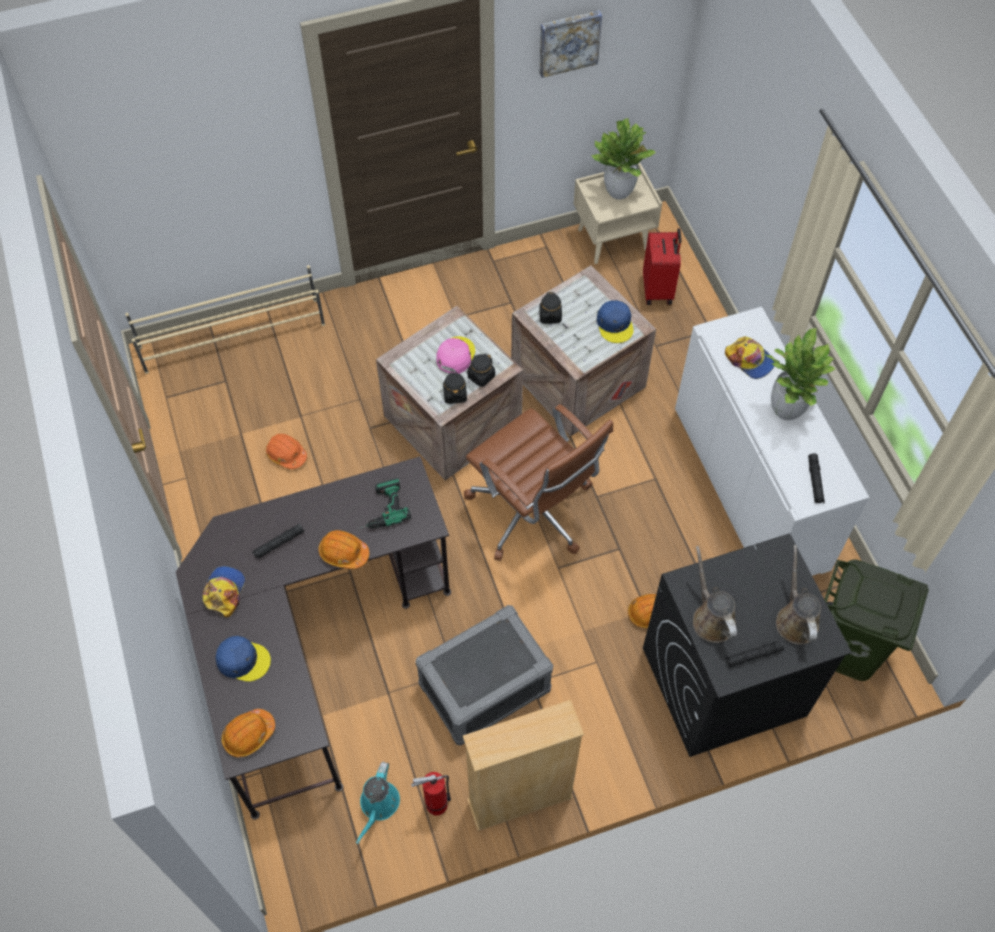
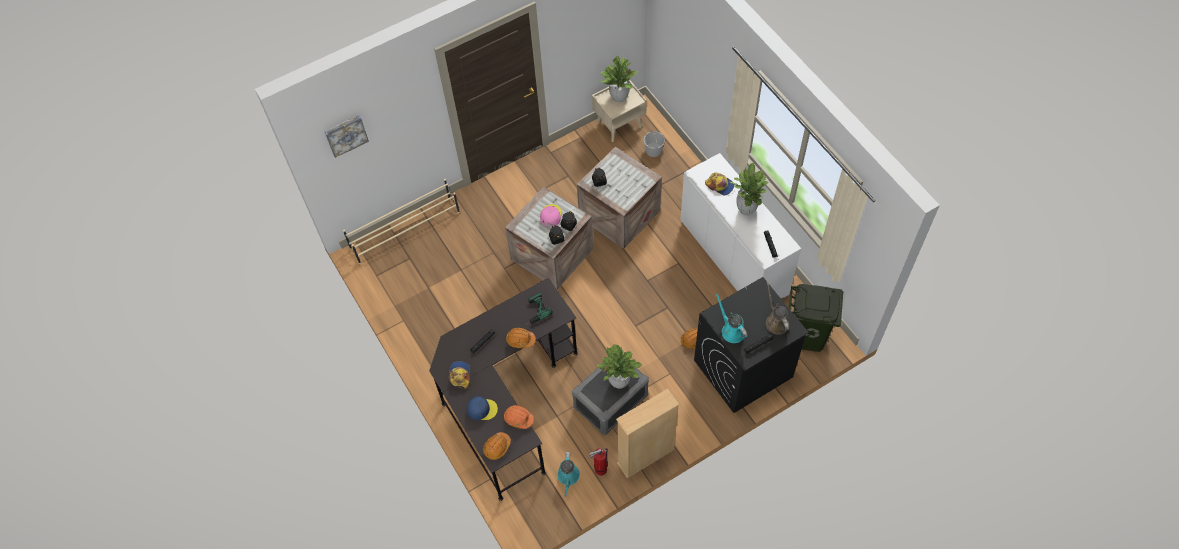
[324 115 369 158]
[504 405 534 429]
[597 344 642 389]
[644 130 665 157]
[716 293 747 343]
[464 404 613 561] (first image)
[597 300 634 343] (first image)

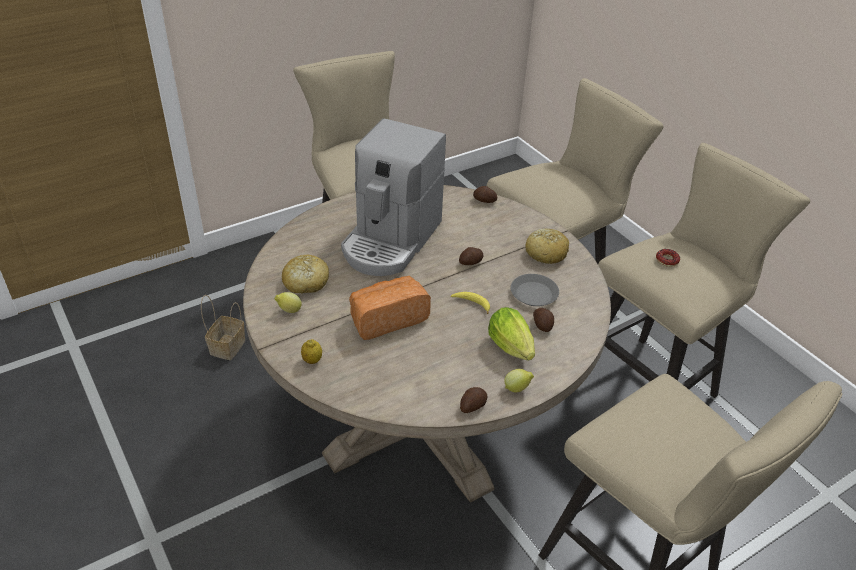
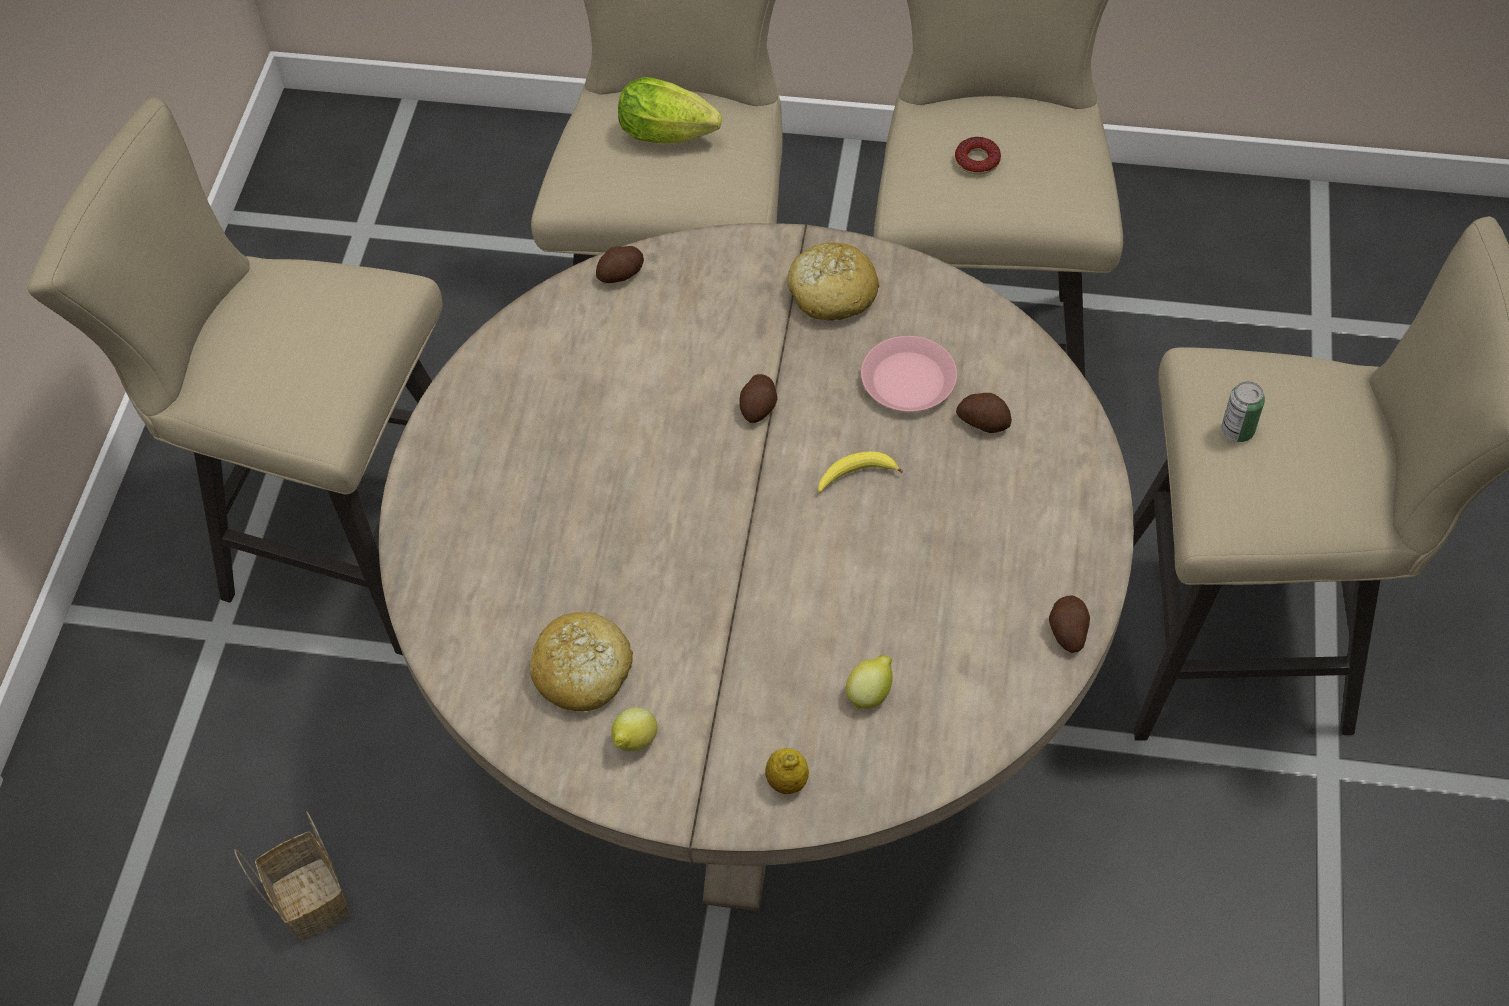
[618 77 722 144]
[846 655 893 710]
[861 336 957 412]
[1221 381 1265 442]
[341 118 446 276] (first image)
[349 276 431 340] (first image)

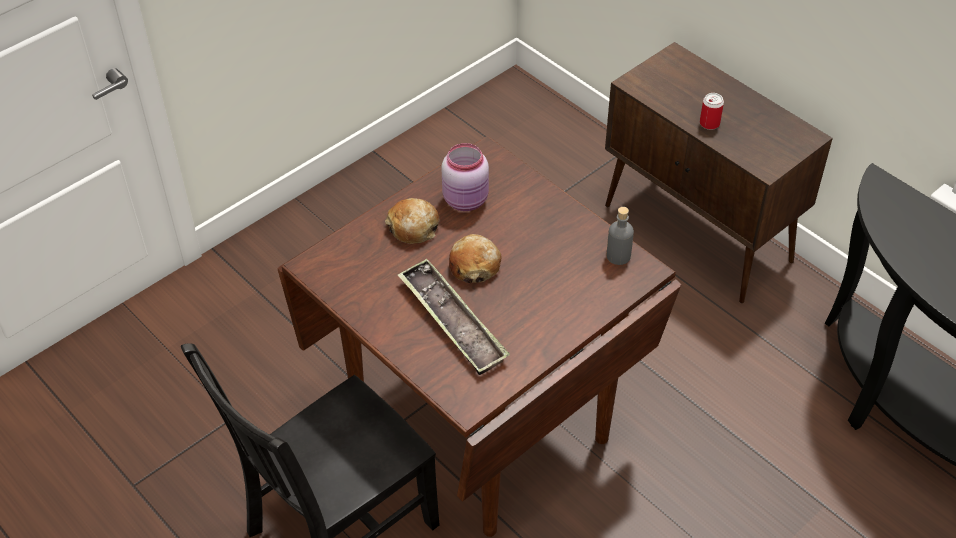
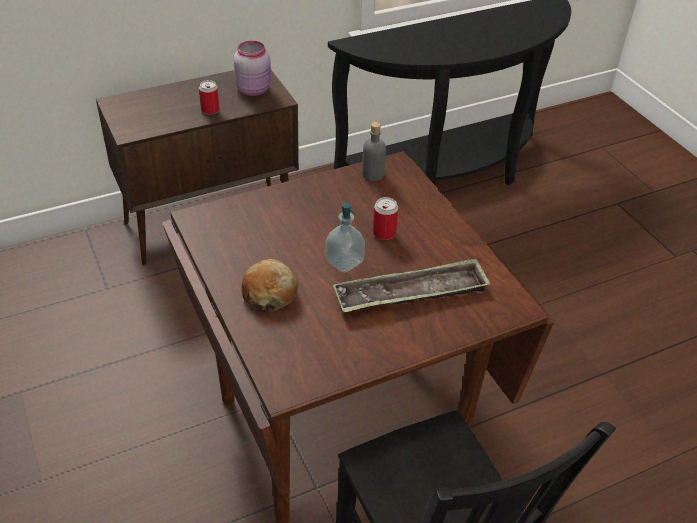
[234 41 271 96]
[325 202 365 273]
[373 197 398 240]

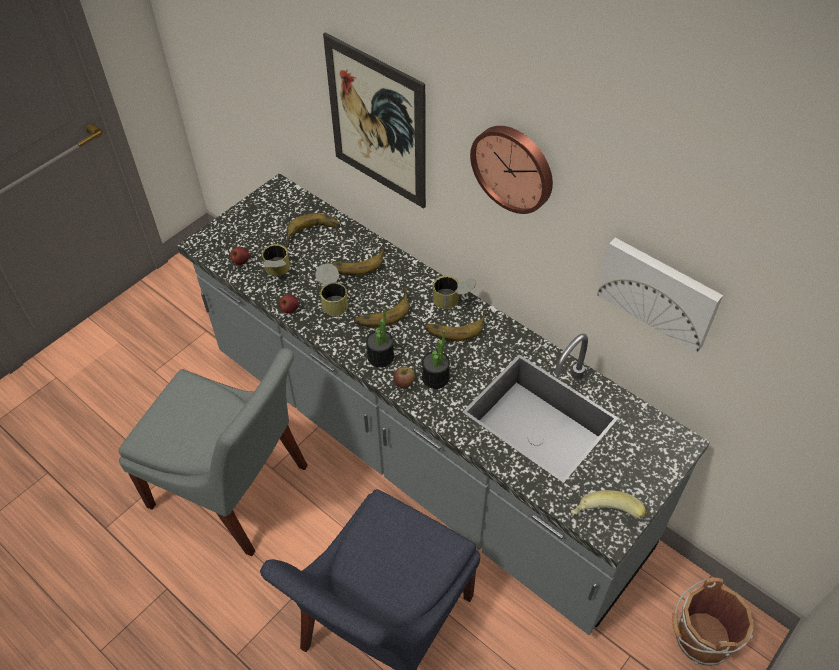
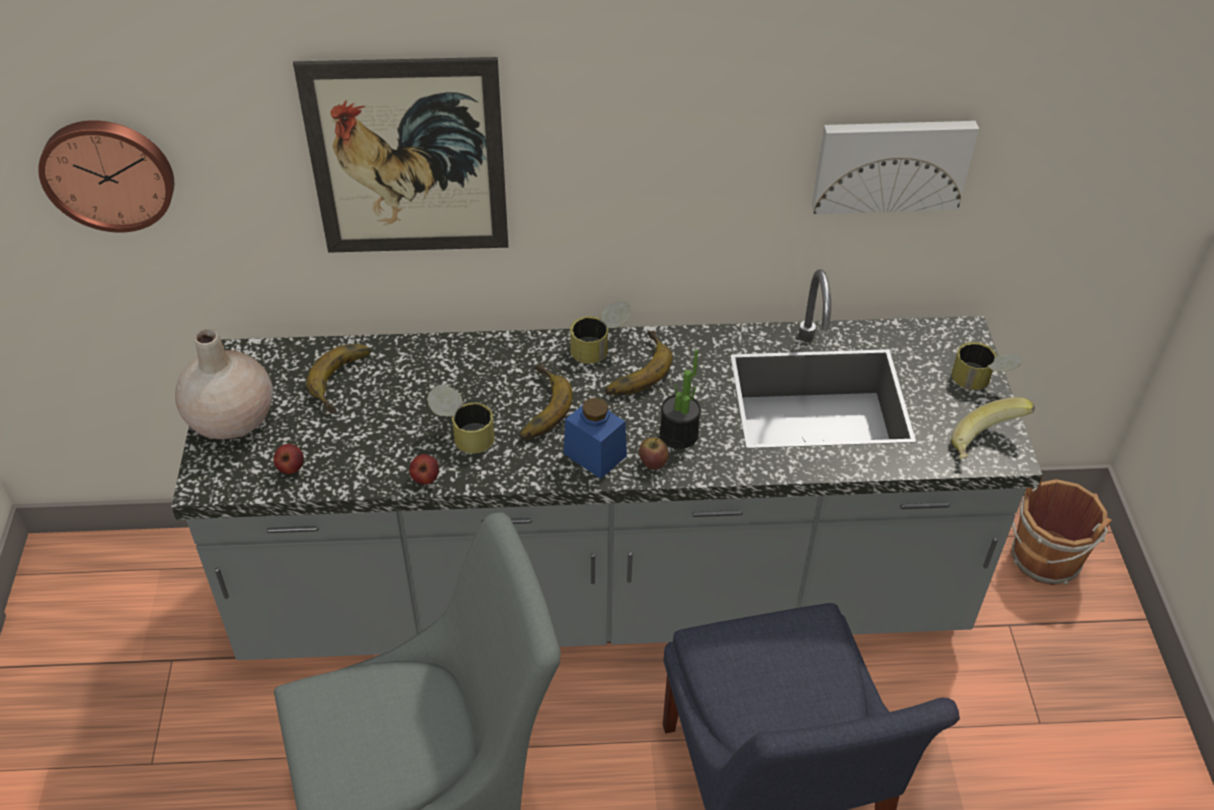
[38 120 174 233]
[175 329 273 439]
[563 397 627 479]
[951 342 1024 390]
[330 245 386 276] (first image)

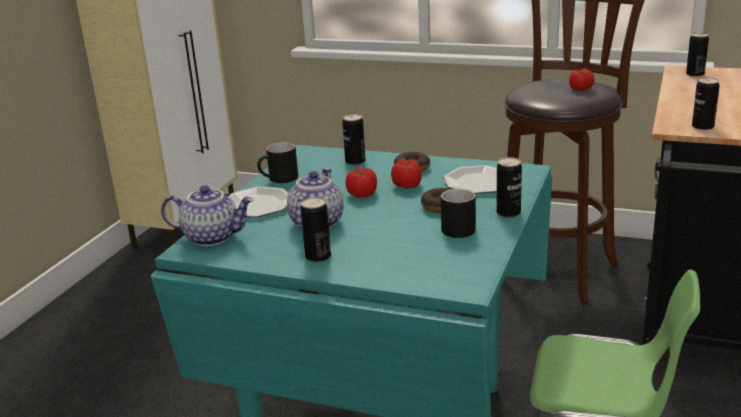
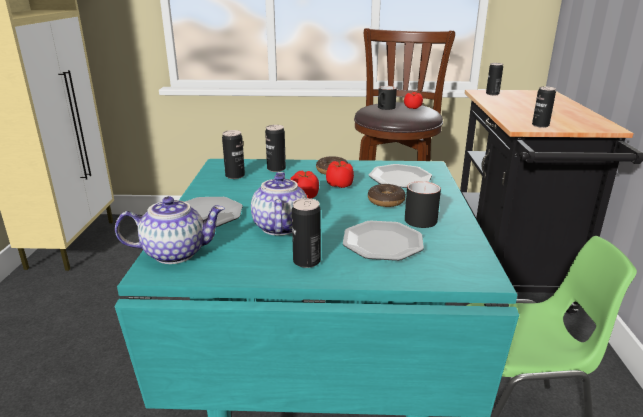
[222 130 245 179]
[343 221 424 261]
[378 86 397 110]

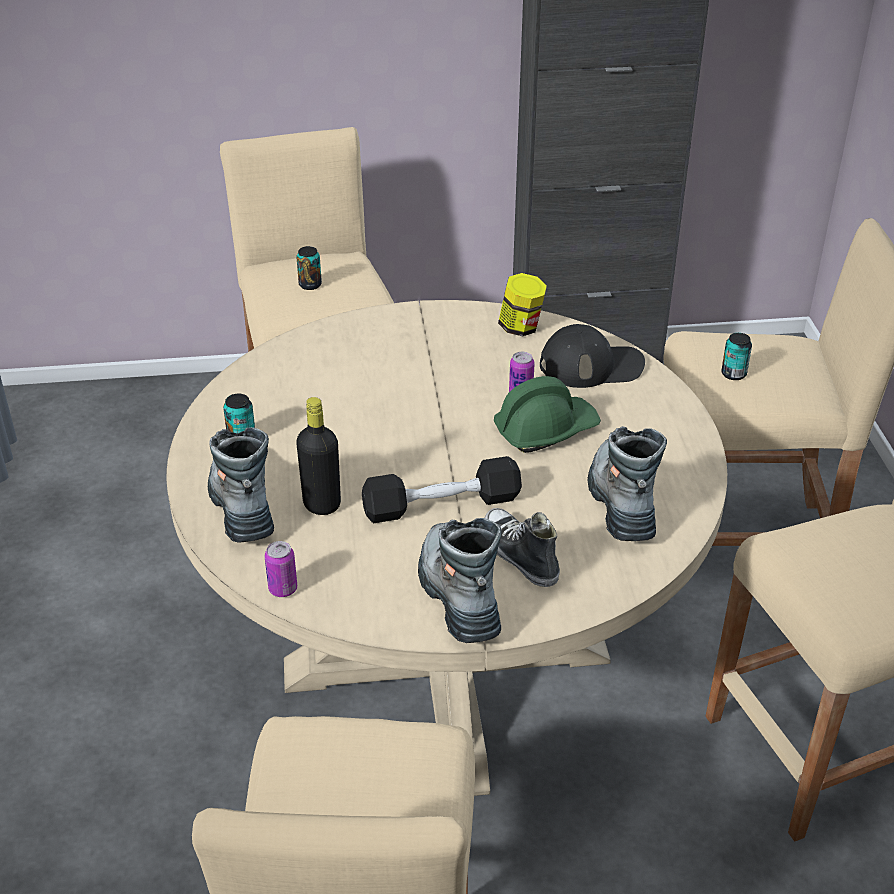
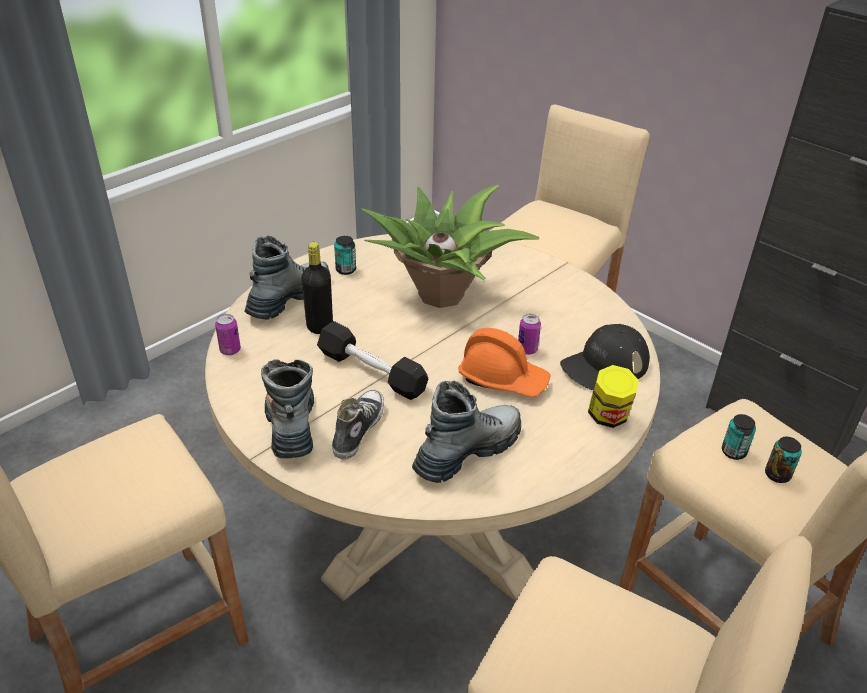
[261 359 314 458]
[361 184 539 308]
[458 328 551 397]
[560 324 650 390]
[588 365 639 428]
[765 437 802 483]

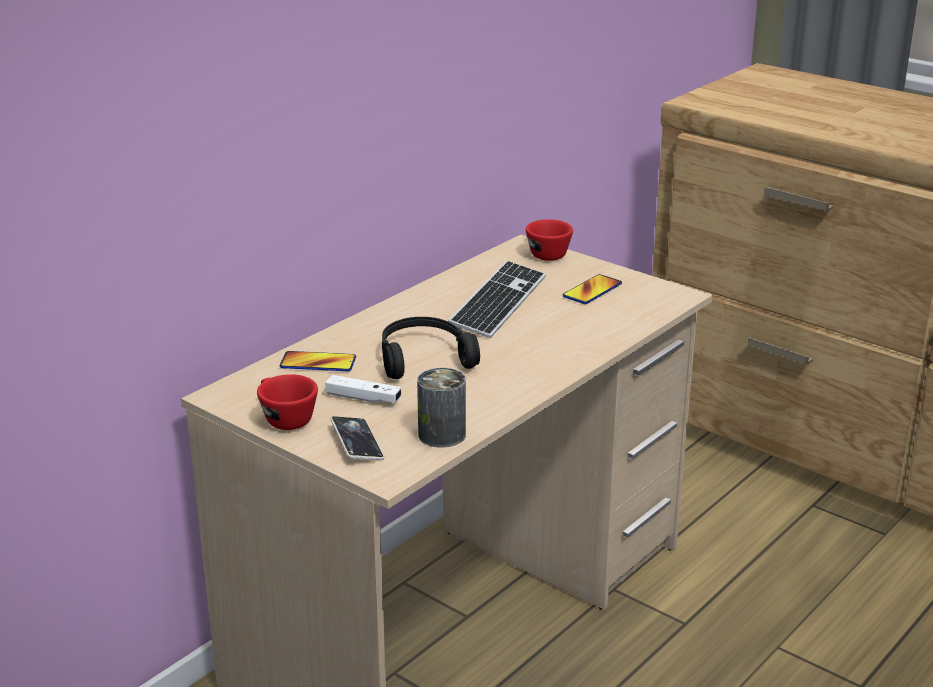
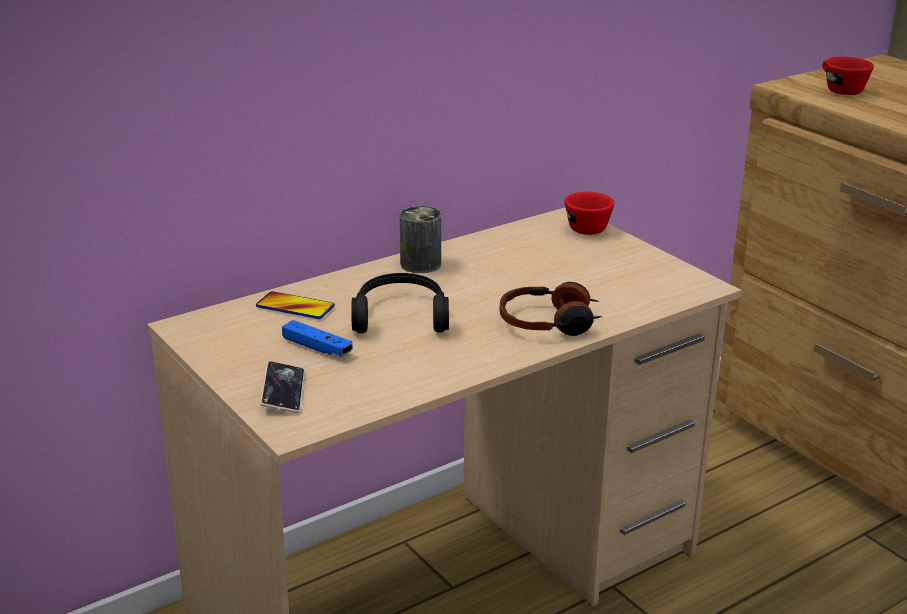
[282 320 353 357]
[400 206 441 273]
[500 282 602 336]
[822 57 874 95]
[448 260 546 338] (first image)
[563 274 622 304] (first image)

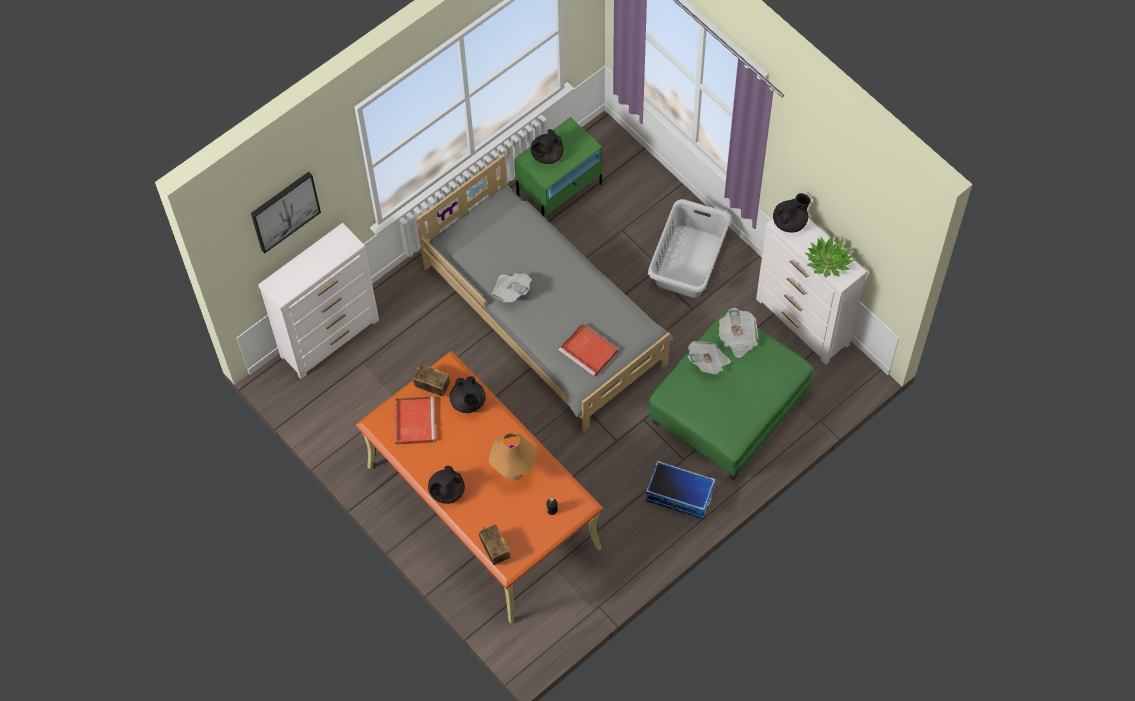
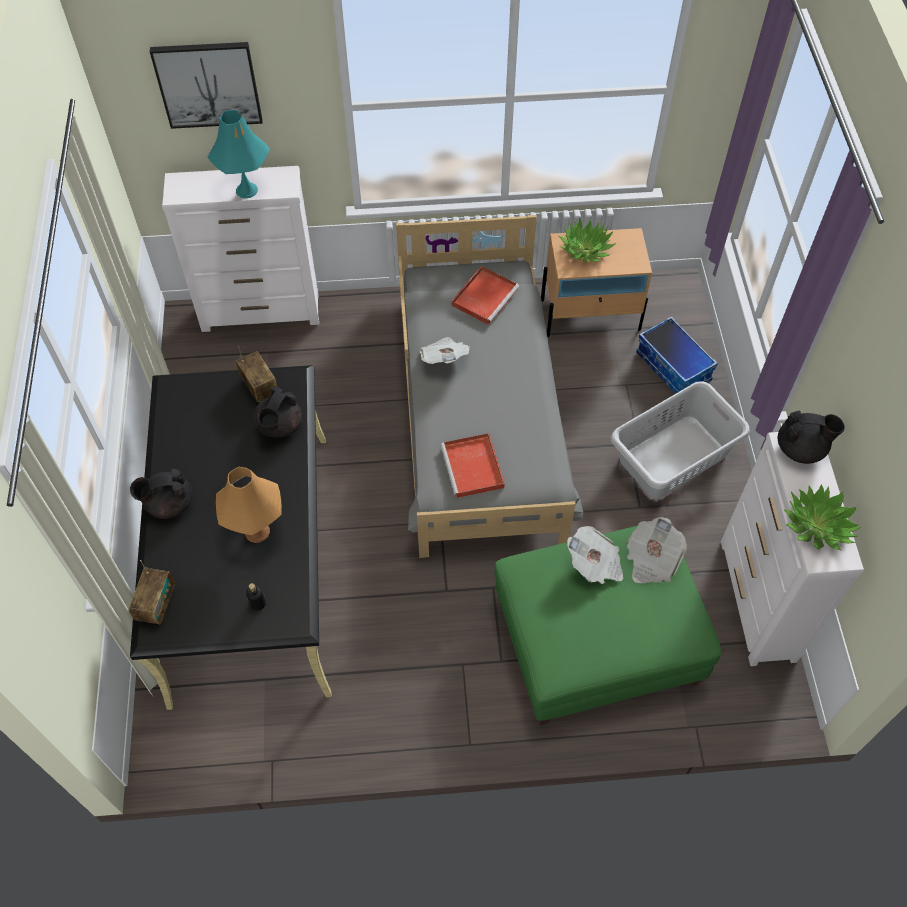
[130 365 332 710]
[207 110 270 198]
[451 266 520 325]
[541 228 652 337]
[559 218 616 262]
[636 316 718 394]

